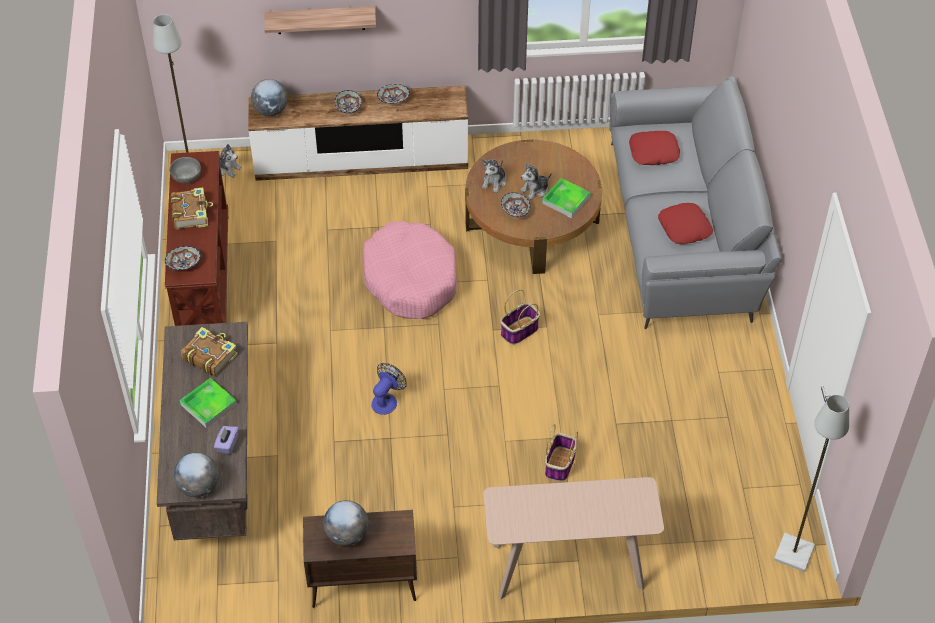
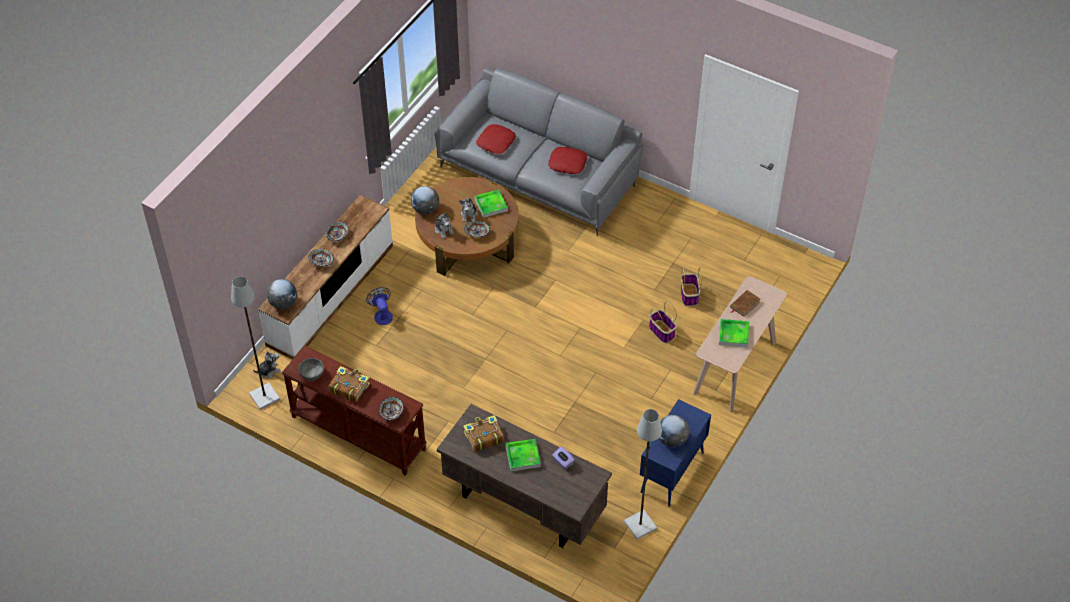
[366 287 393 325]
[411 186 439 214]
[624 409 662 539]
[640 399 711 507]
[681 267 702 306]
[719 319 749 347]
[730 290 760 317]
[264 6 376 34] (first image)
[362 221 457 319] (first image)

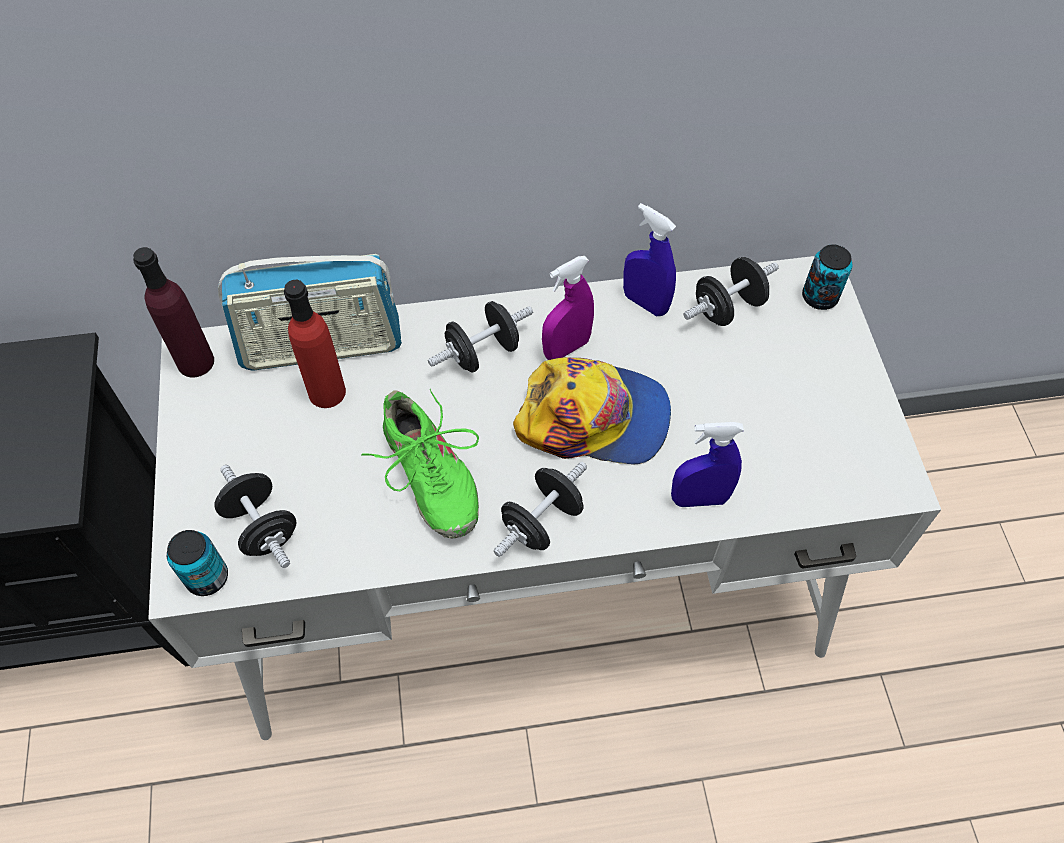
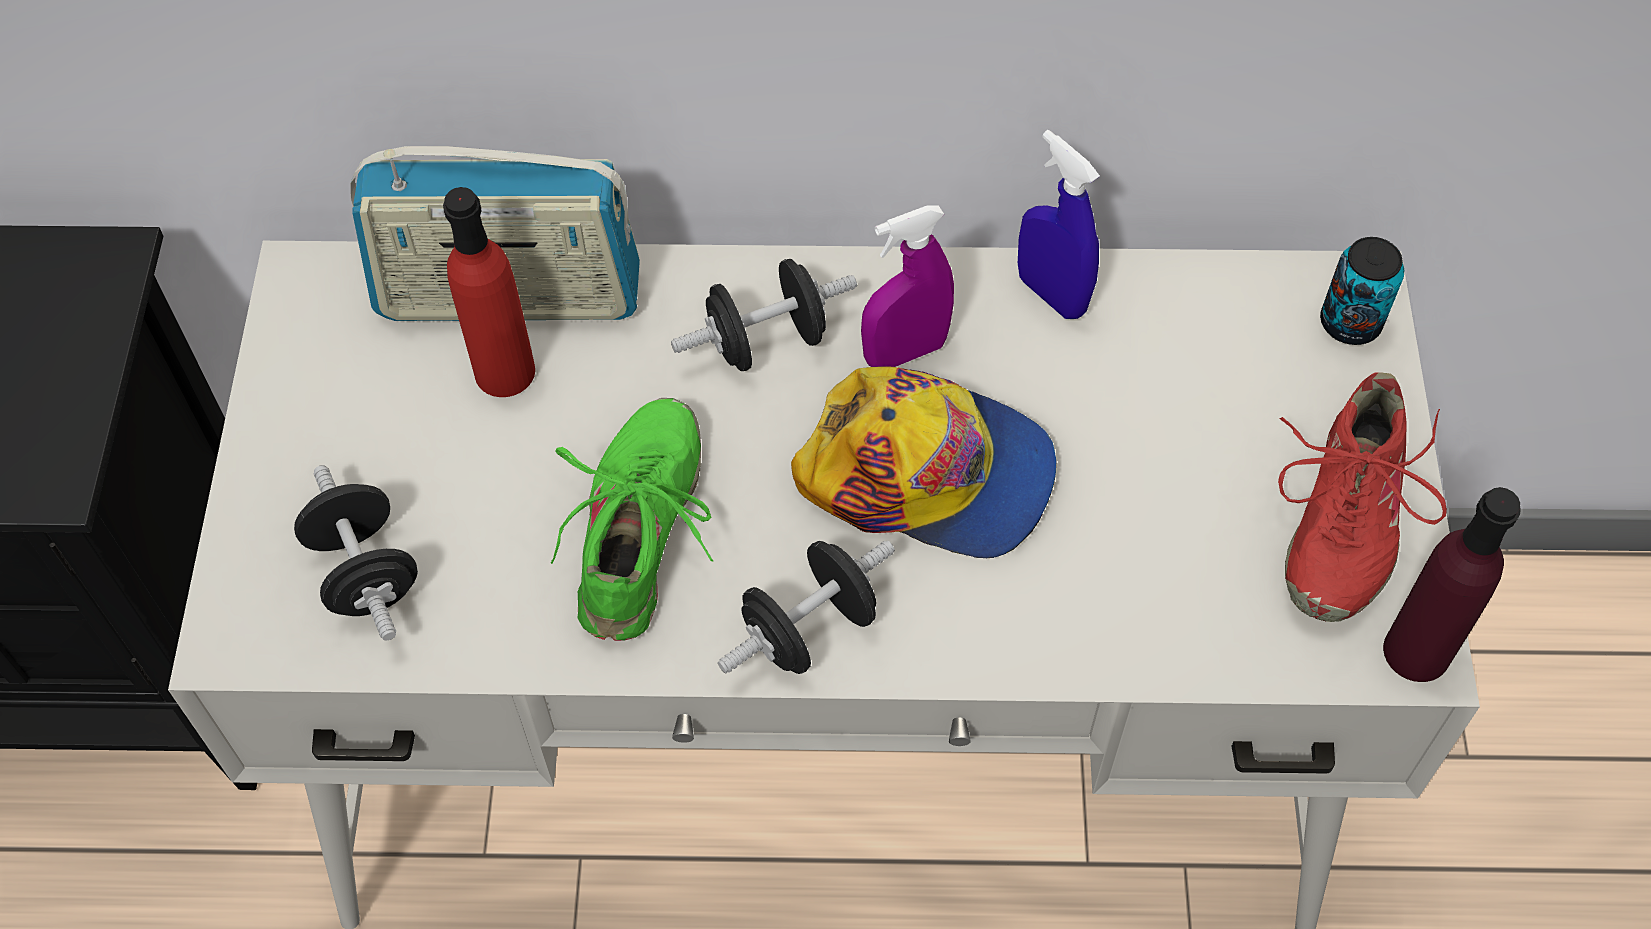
[551 398 714 641]
[1278 372 1447 622]
[1383 487 1521 682]
[167 530 228 596] (first image)
[671 422 744 507] (first image)
[683 257 779 326] (first image)

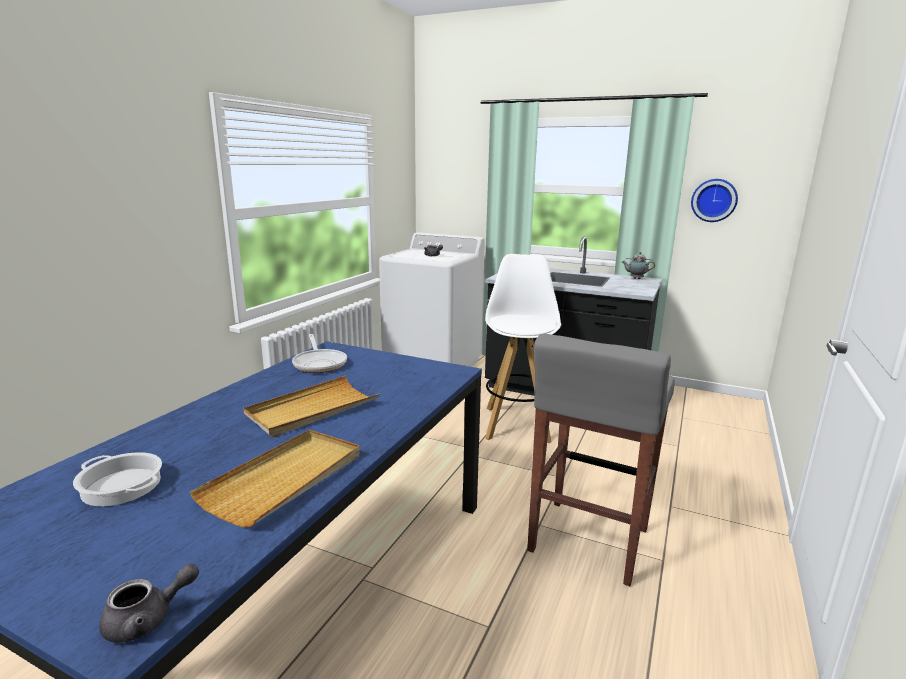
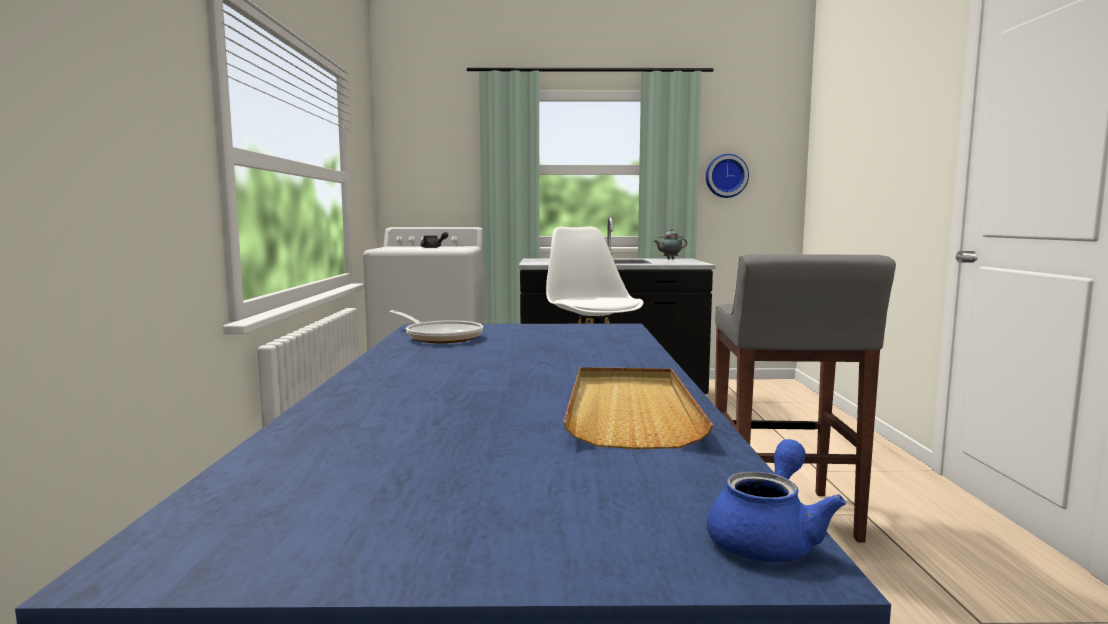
[707 439 846 562]
[73 452 162 506] (first image)
[243 376 379 437] (first image)

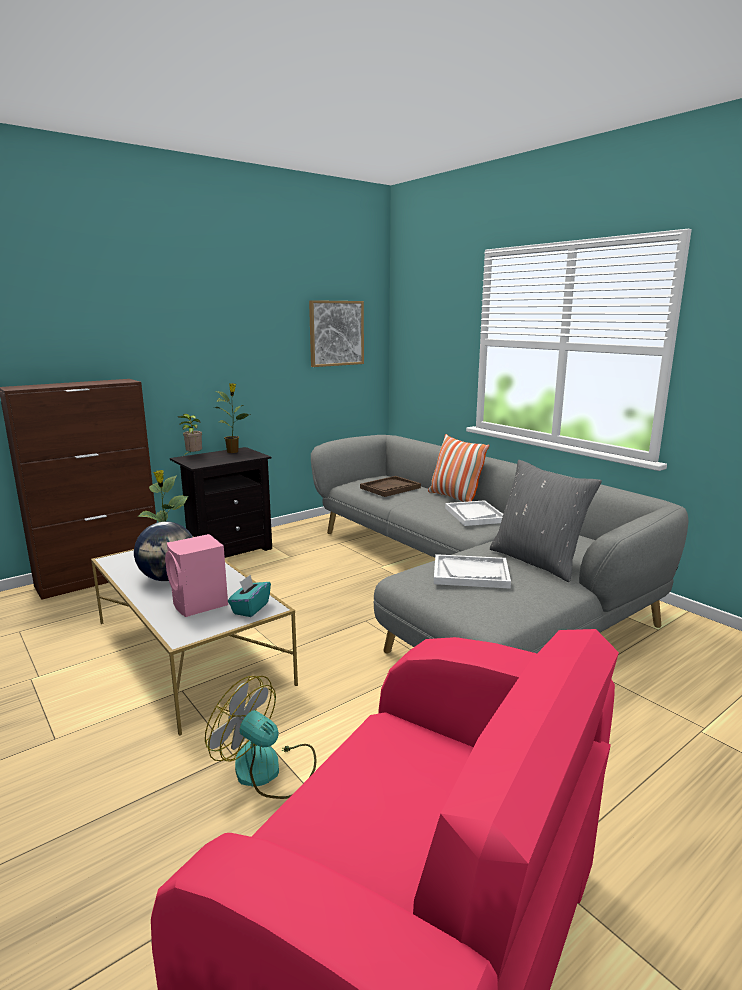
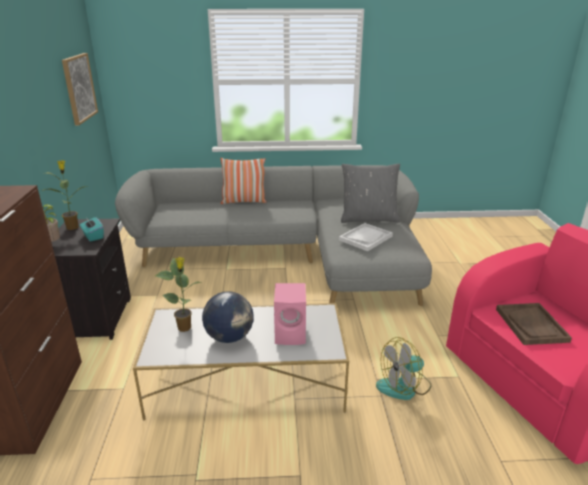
[80 217 104 242]
[496 303 572 345]
[445 500 503 526] (first image)

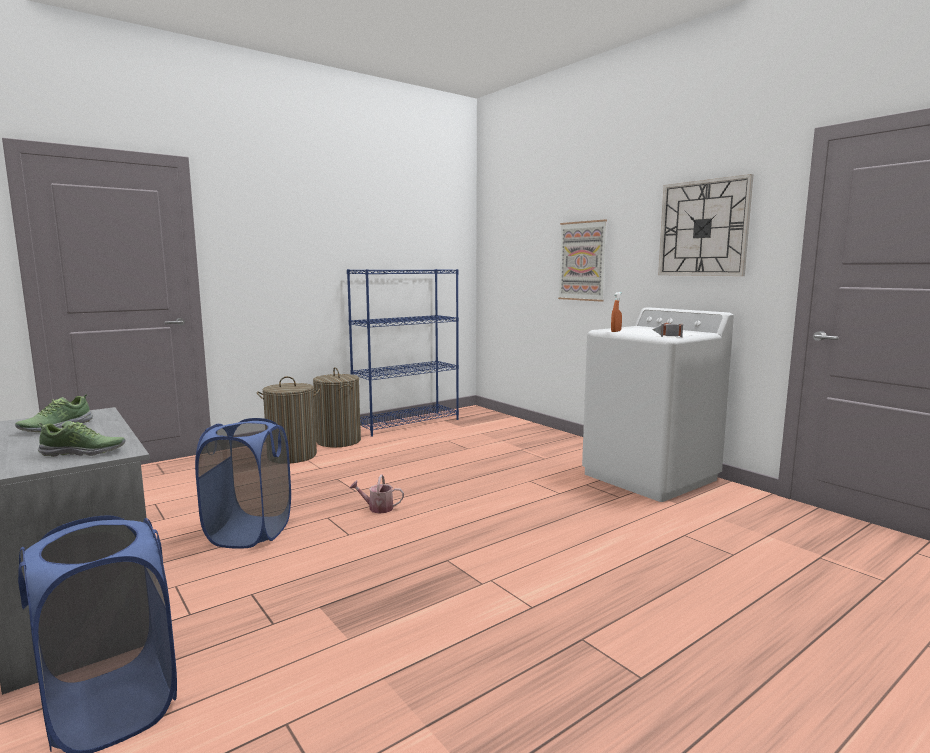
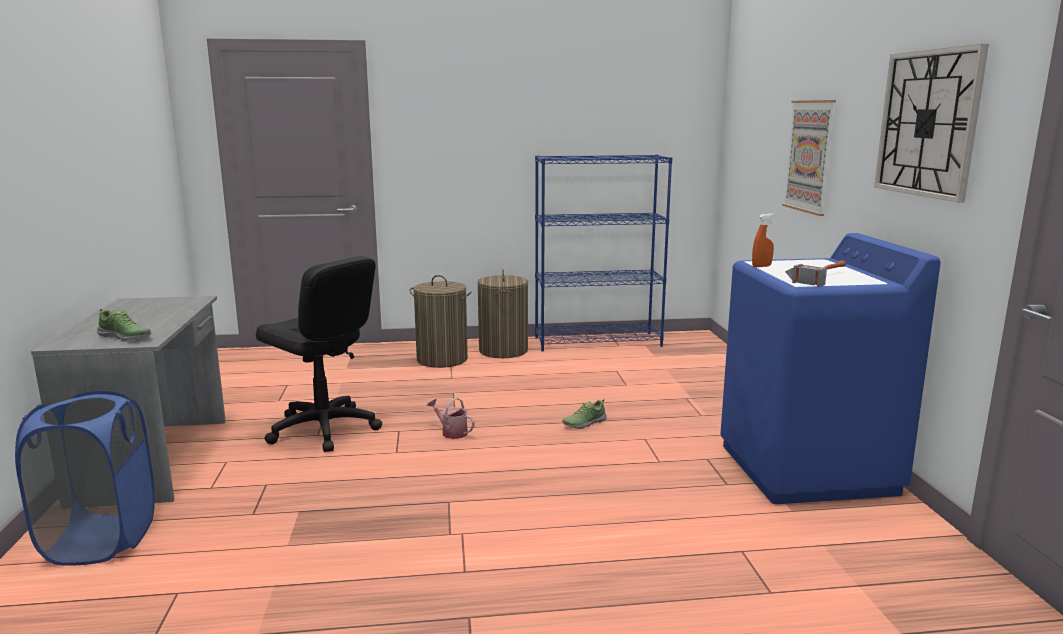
[256 256 382 452]
[562 399 607 429]
[720 233 941 504]

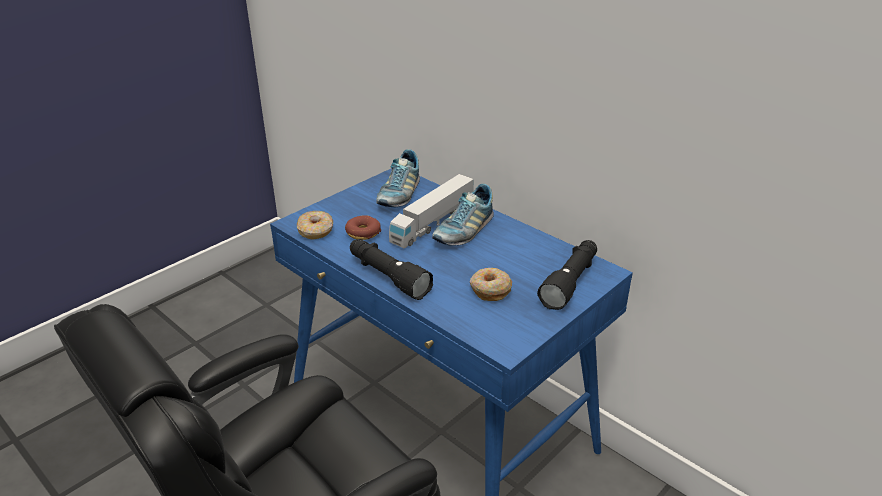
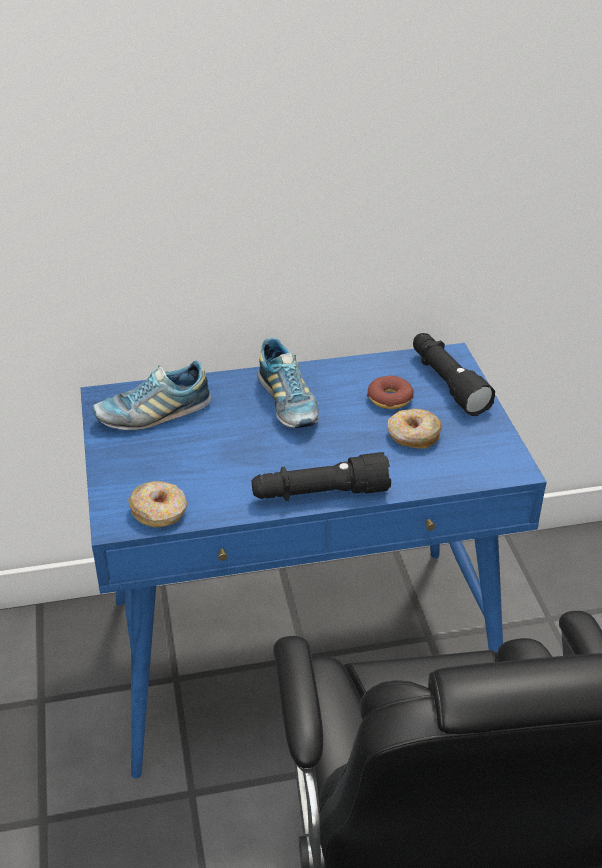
[92 361 211 430]
[367 376 414 409]
[389 174 474 248] (first image)

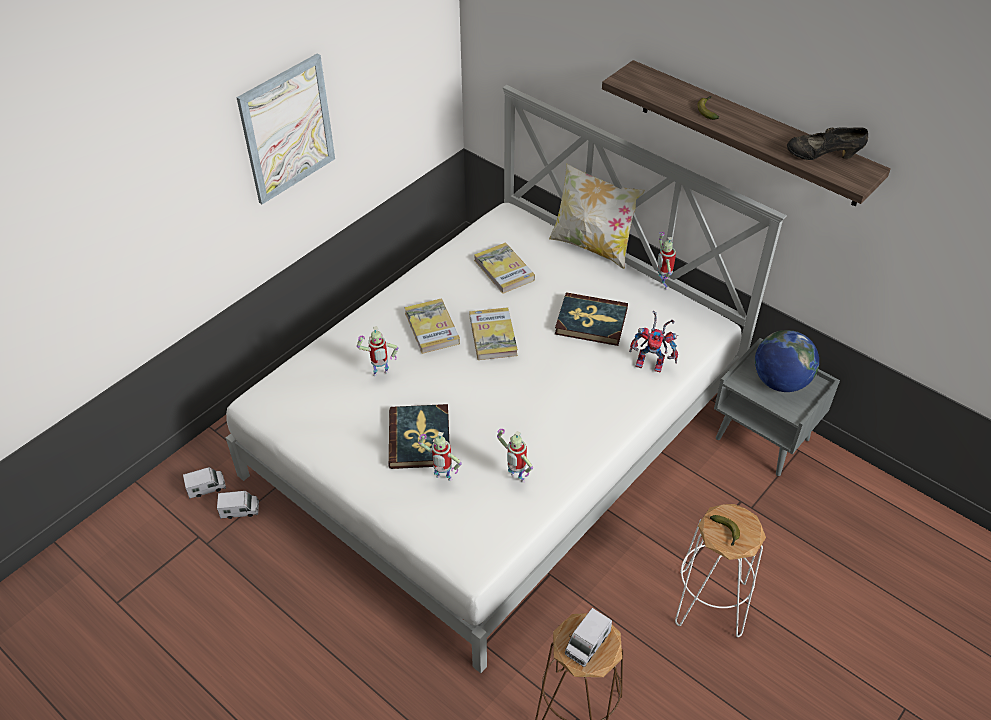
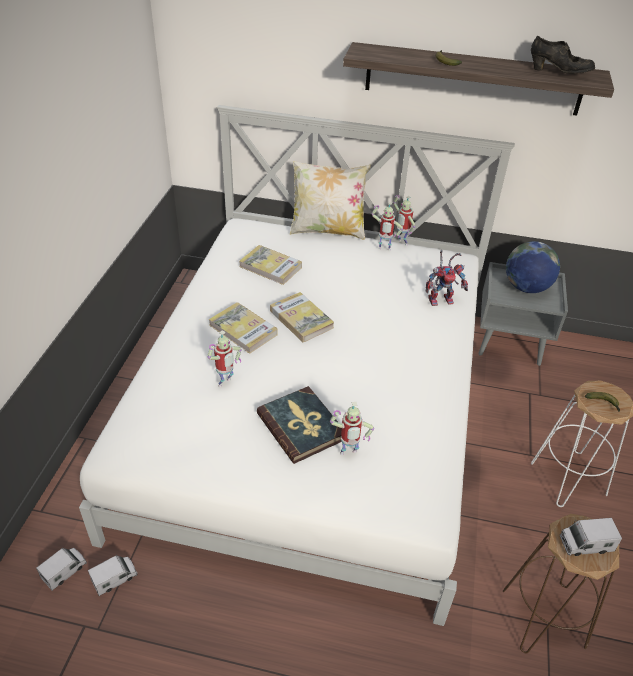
[371 202 403 251]
[531 36 595 74]
[559 518 622 556]
[236 53 335 204] (first image)
[555 292 628 346] (first image)

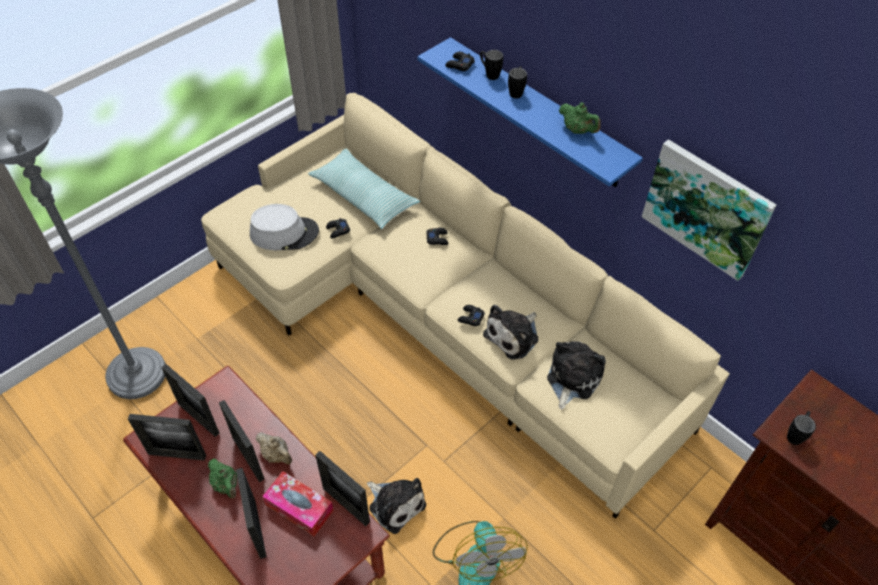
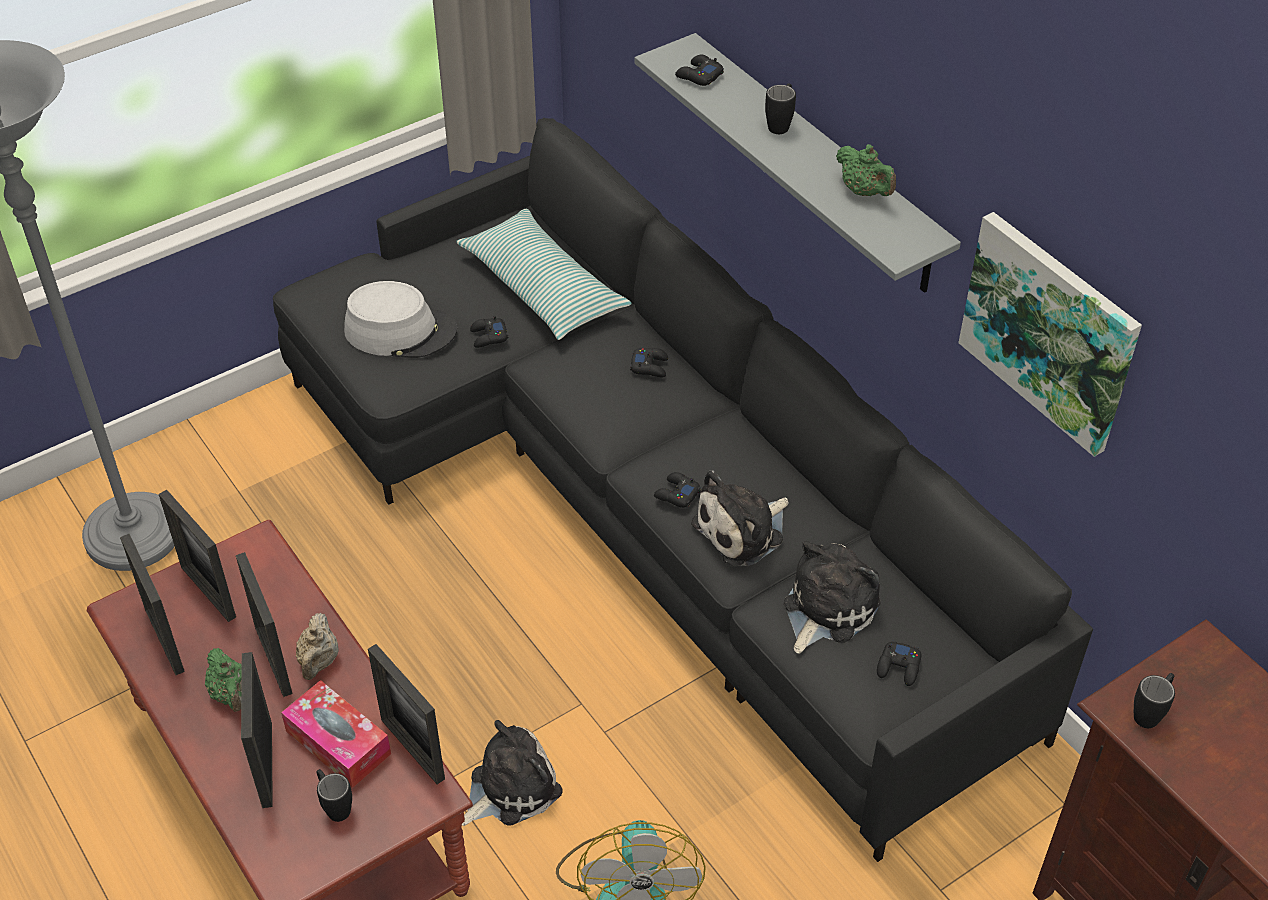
[120 534 185 675]
[273 118 1093 862]
[296 613 339 680]
[317 769 352 822]
[462 720 563 826]
[635 33 961 293]
[877 640 921 686]

